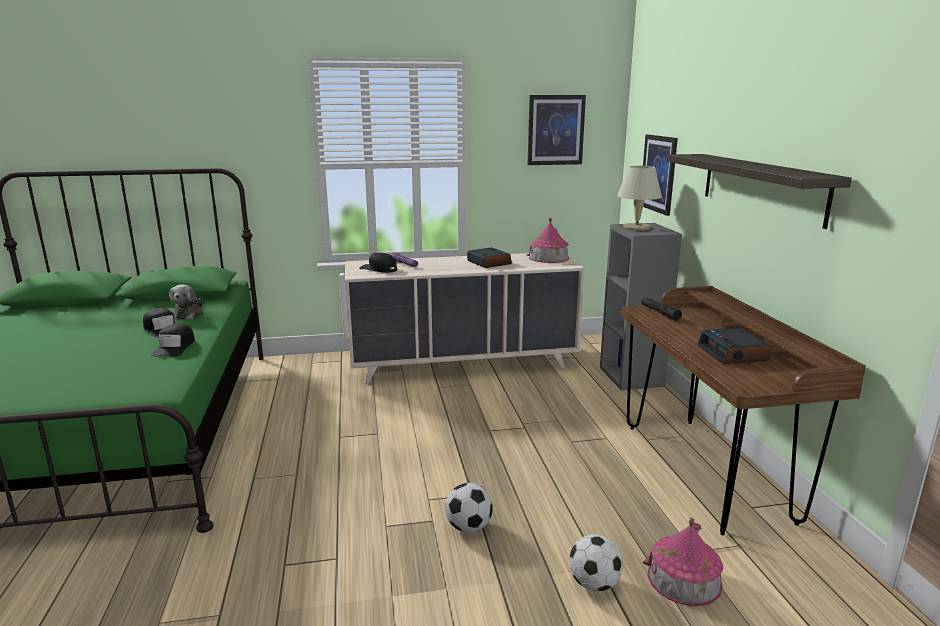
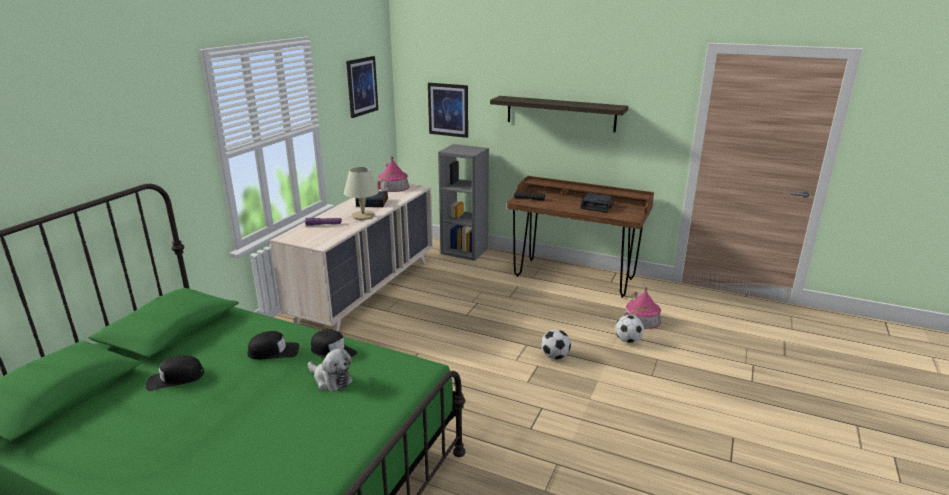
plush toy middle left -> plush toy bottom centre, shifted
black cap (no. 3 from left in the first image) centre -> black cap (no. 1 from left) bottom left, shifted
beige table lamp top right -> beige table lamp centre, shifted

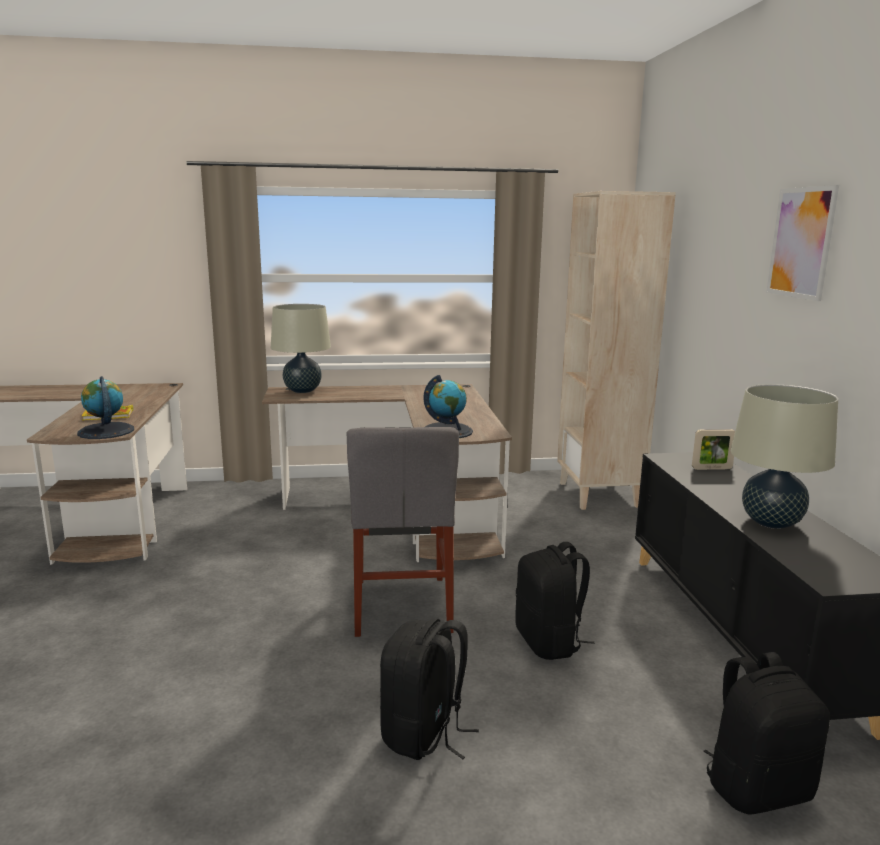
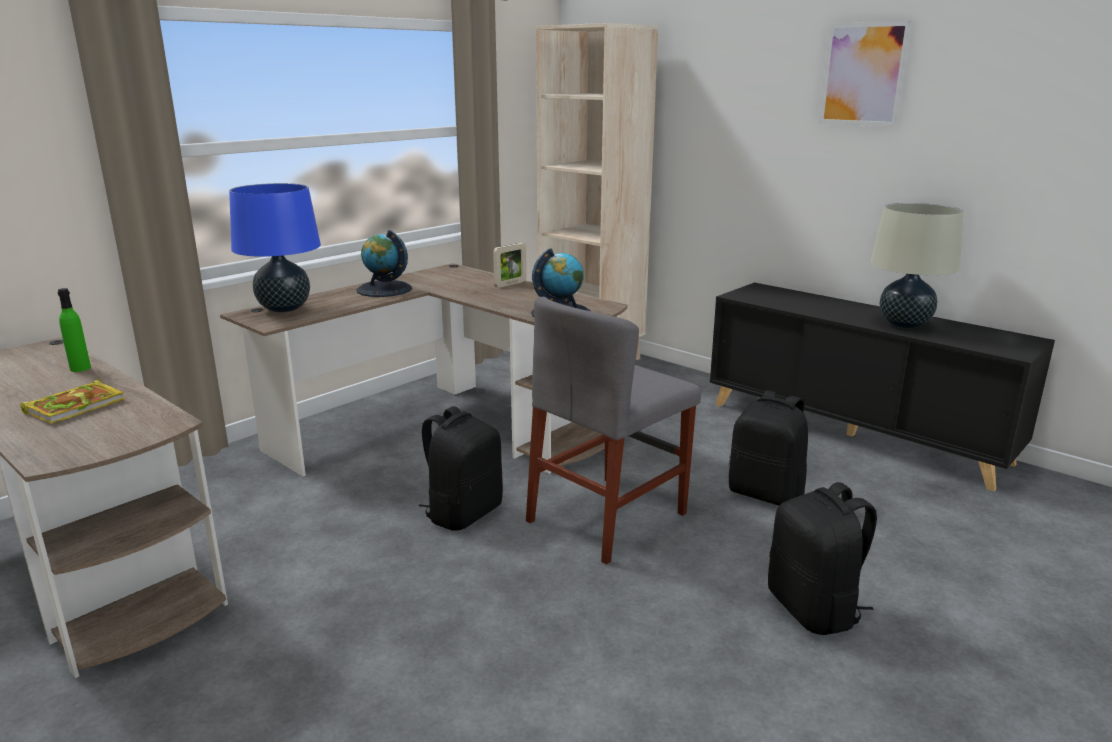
none -> green bottle middle left
globe (no. 1 from left) middle left -> globe (no. 1 from left) centre, shifted
picture frame middle right -> picture frame centre, shifted
black backpack (no. 3 from left in the first image) bottom right -> black backpack (no. 1 from left) centre, shifted
beige table lamp (no. 1 from left) centre -> blue table lamp top left
grey chair centre, 90 degrees clockwise

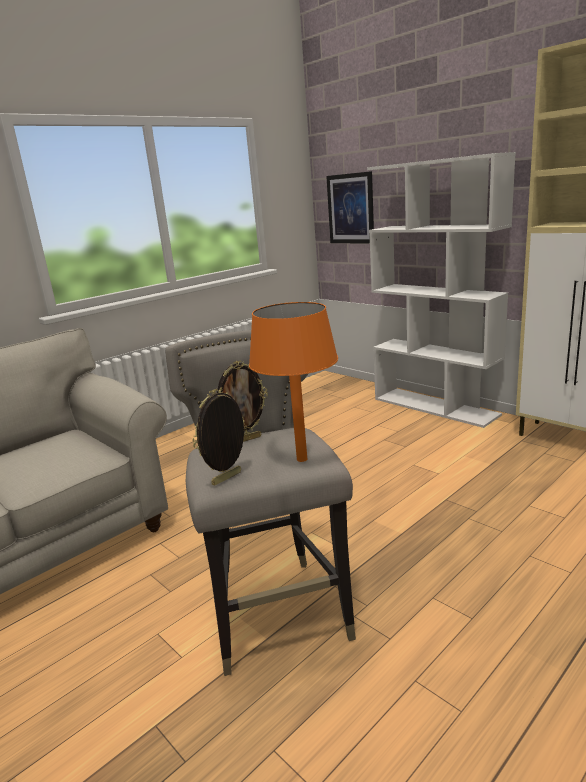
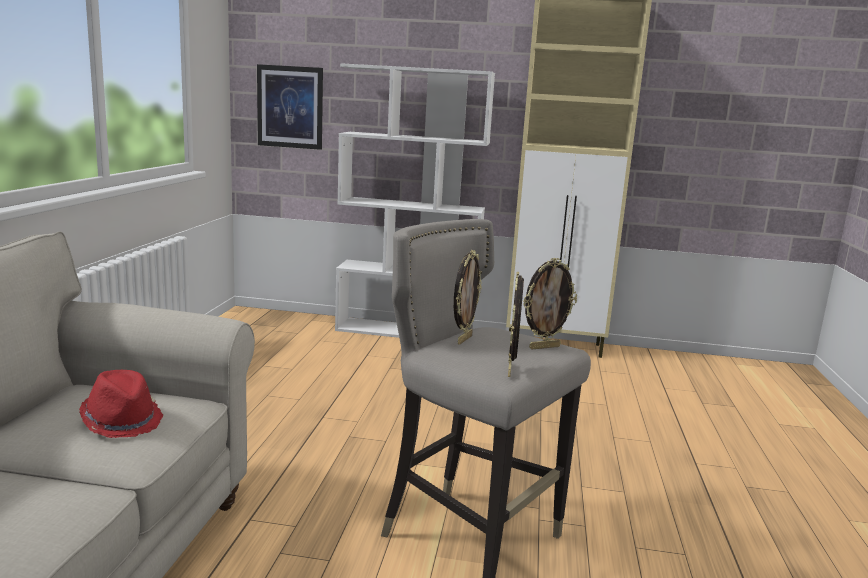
none -> red hat bottom left
orange table lamp centre -> picture frame (no. 3 from left) centre

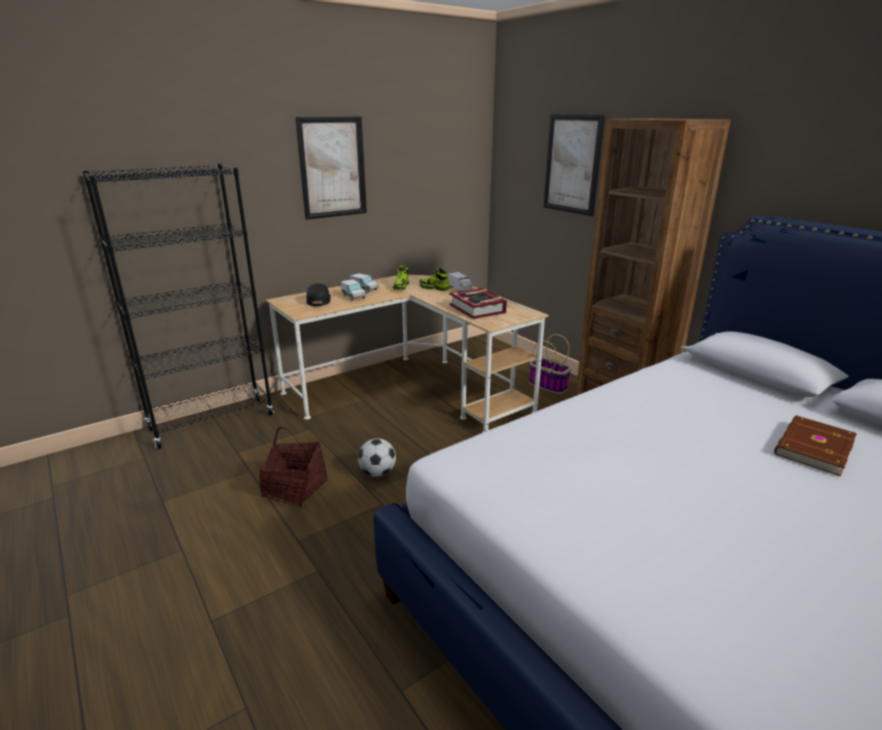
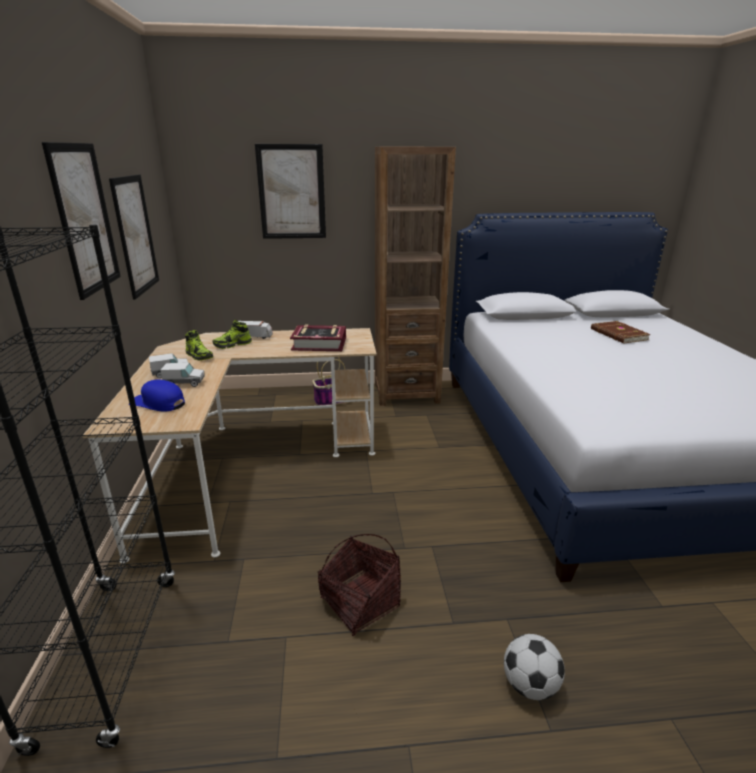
none -> picture (no. 2 from left) top left
football centre -> football bottom right, shifted
black cap centre -> blue cap middle left

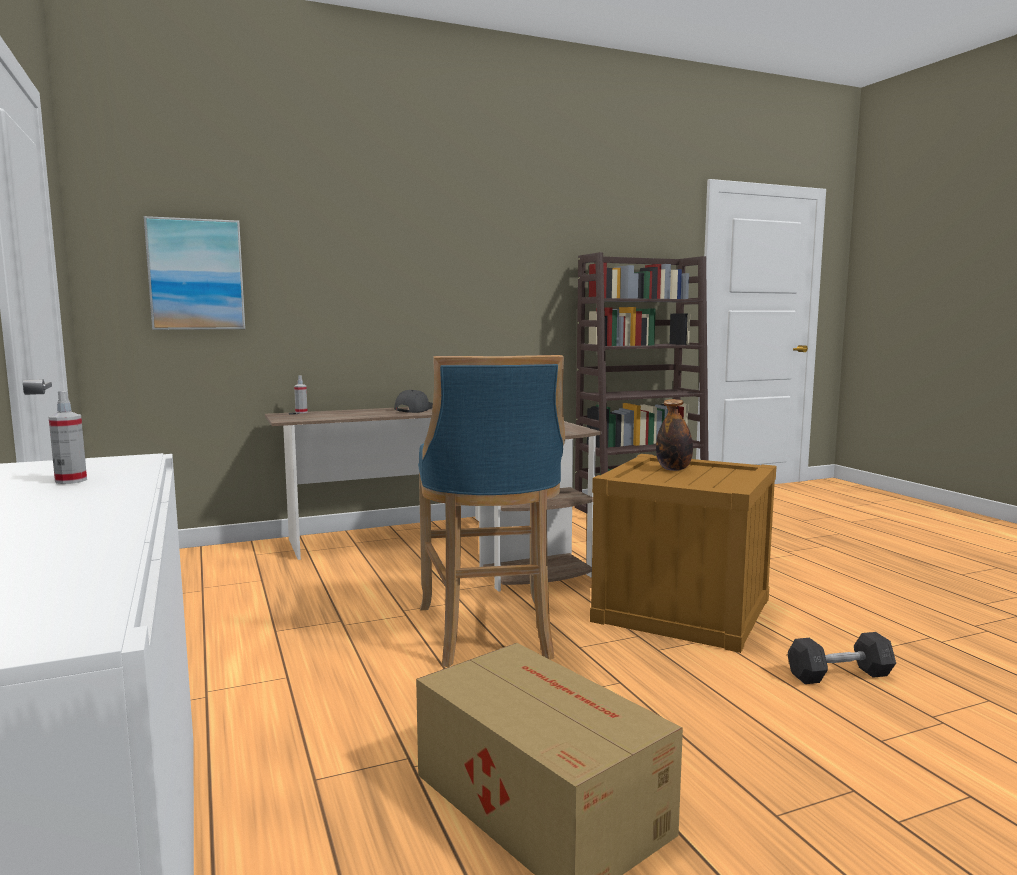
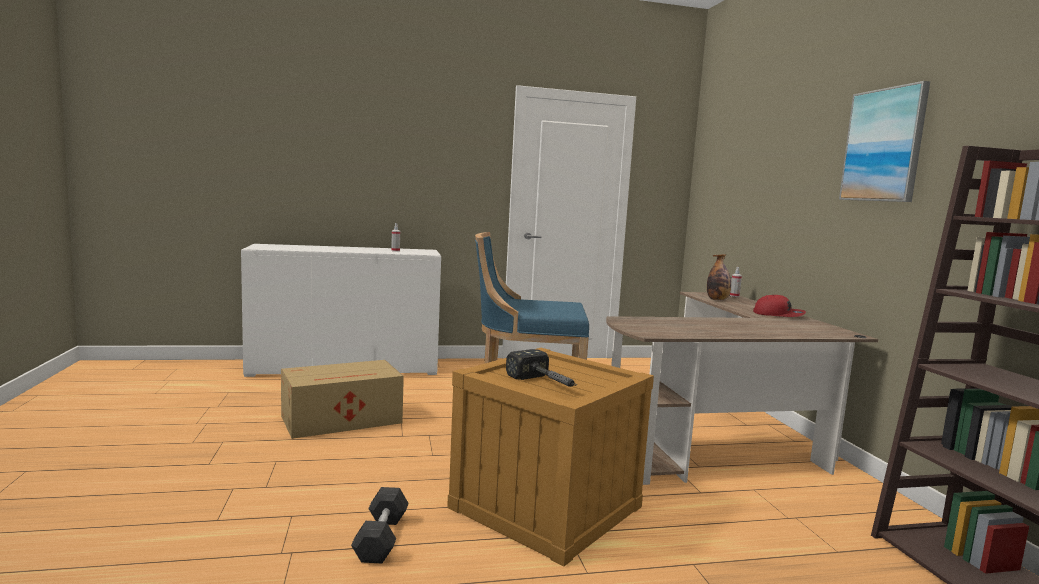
none -> hammer centre
picture top left -> picture top right, shifted
bottle centre -> bottle middle right, shifted
grey cap centre -> red cap middle right

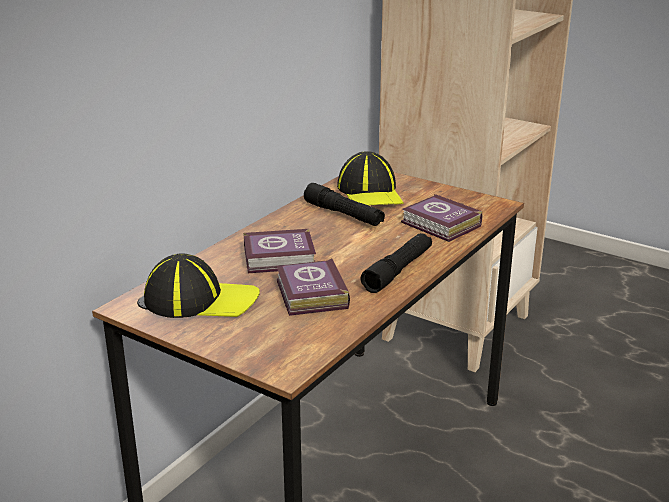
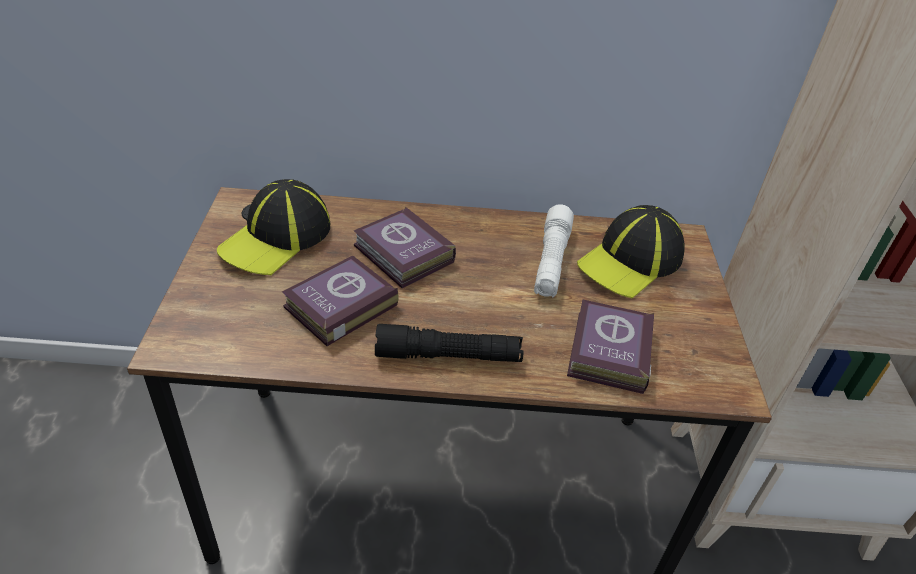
black flashlight (no. 1 from left) centre -> white flashlight centre
cap (no. 1 from left) middle left, 60 degrees clockwise

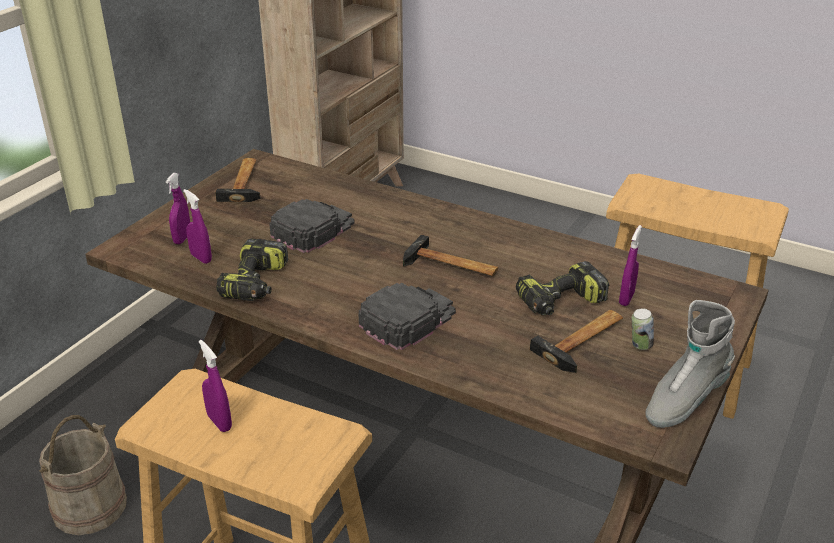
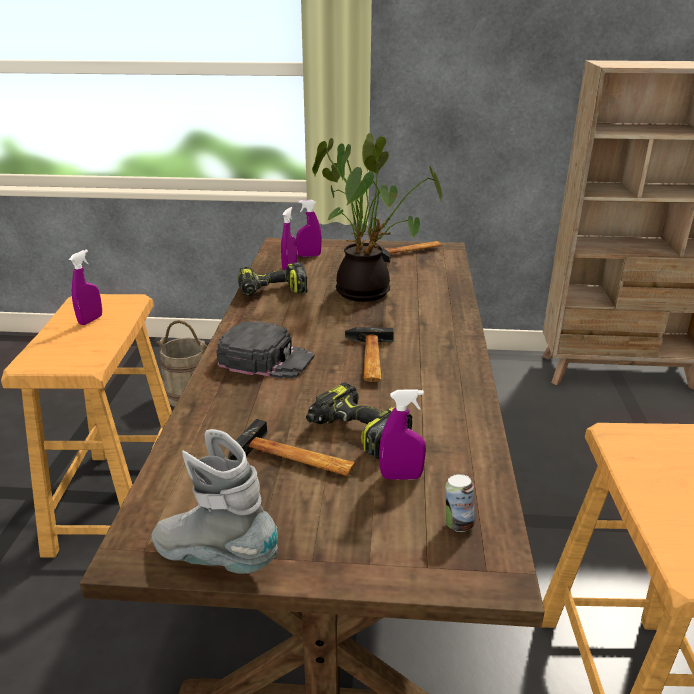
can middle right -> can bottom centre, shifted
black cap (no. 1 from left) centre -> potted plant top centre

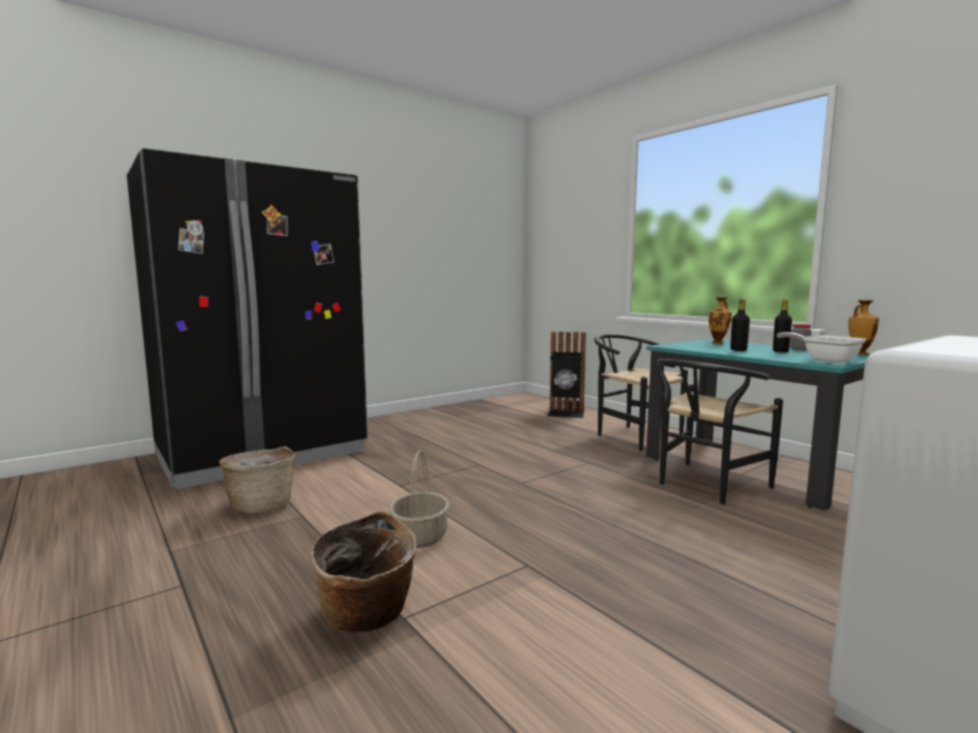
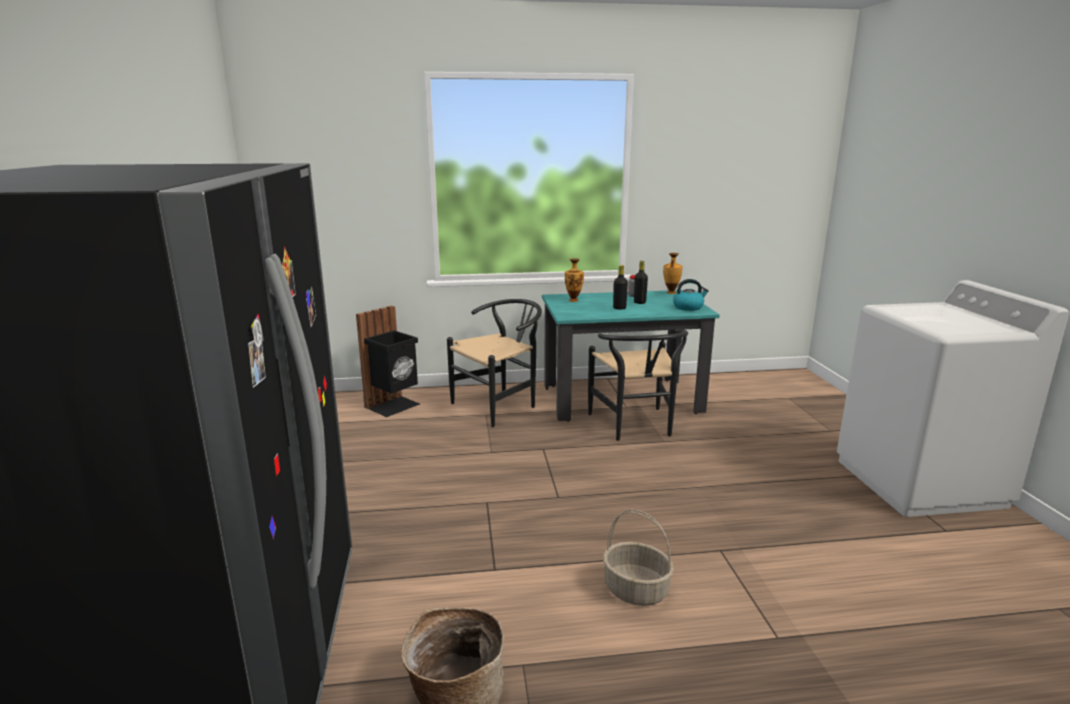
basket (no. 2 from left) bottom centre -> none
frying pan middle right -> kettle centre
black chair (no. 1 from left) centre, 150 degrees clockwise

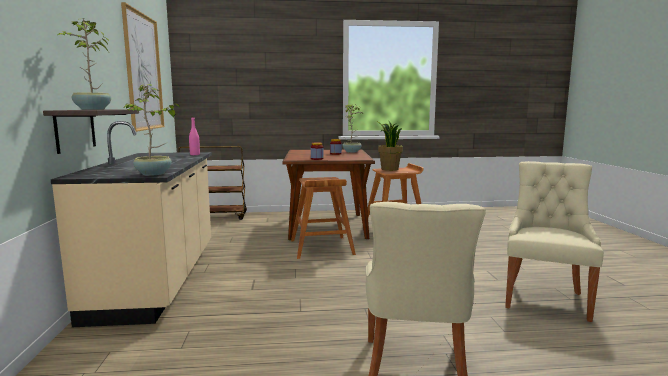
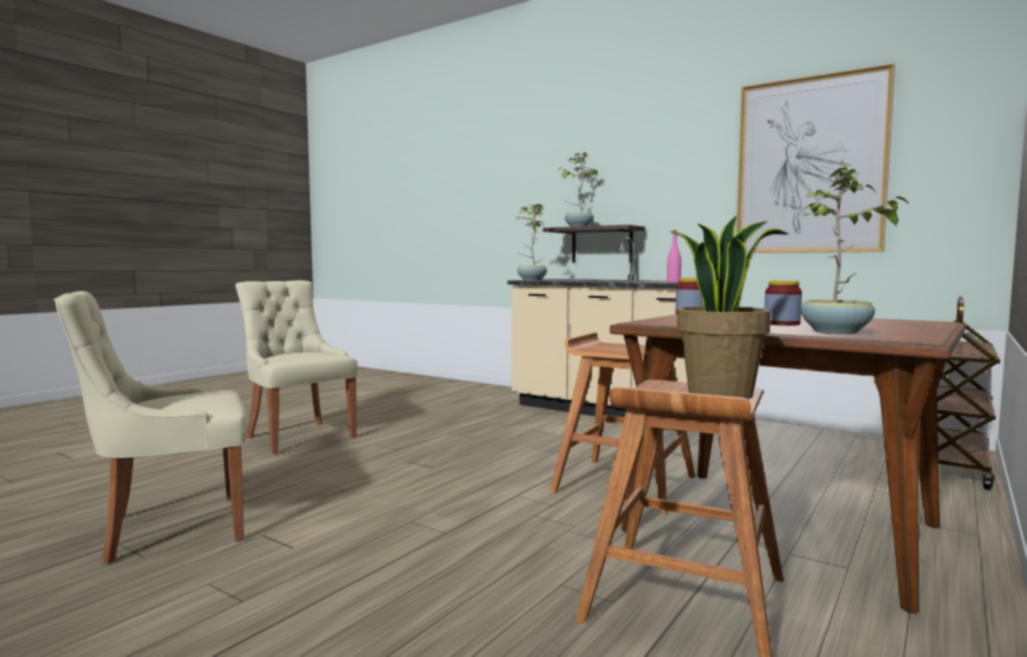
beige chair (no. 2 from left in the first image) middle right -> beige chair (no. 1 from left) middle left, 90 degrees clockwise

